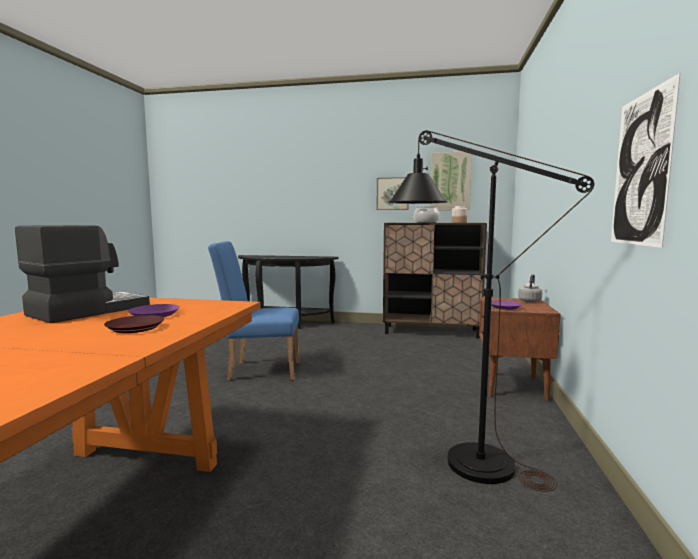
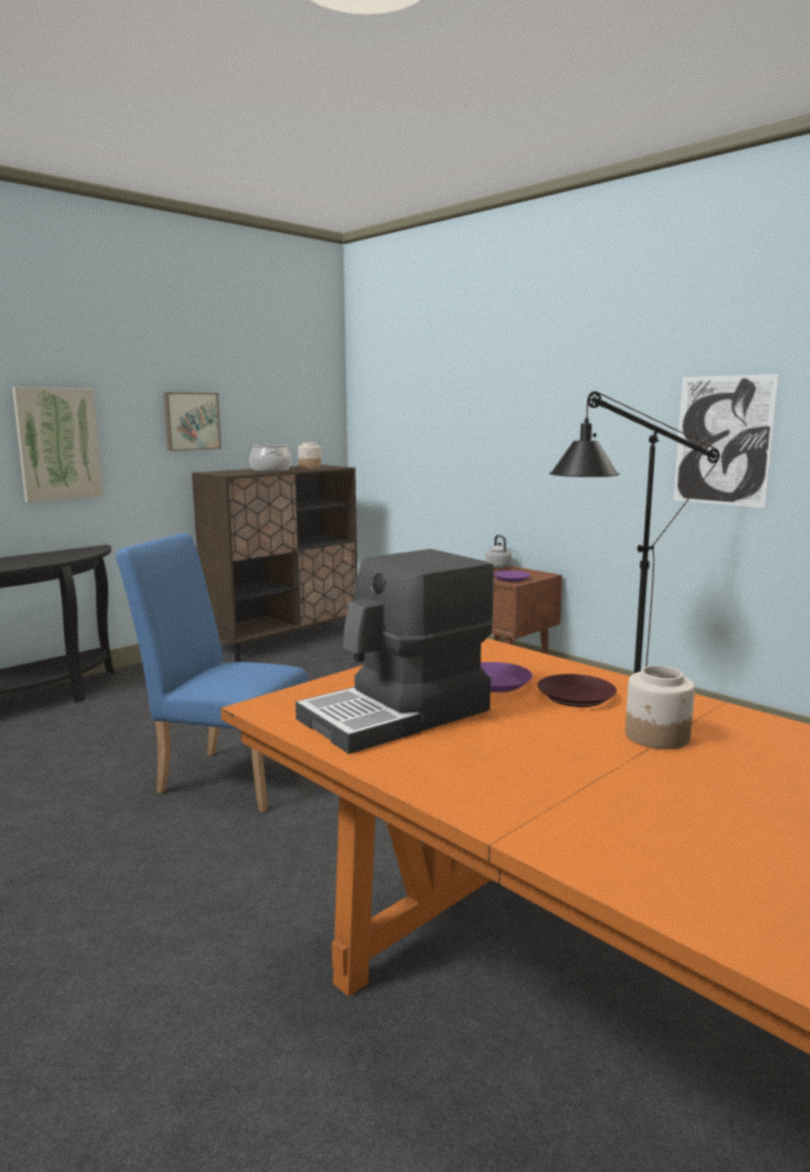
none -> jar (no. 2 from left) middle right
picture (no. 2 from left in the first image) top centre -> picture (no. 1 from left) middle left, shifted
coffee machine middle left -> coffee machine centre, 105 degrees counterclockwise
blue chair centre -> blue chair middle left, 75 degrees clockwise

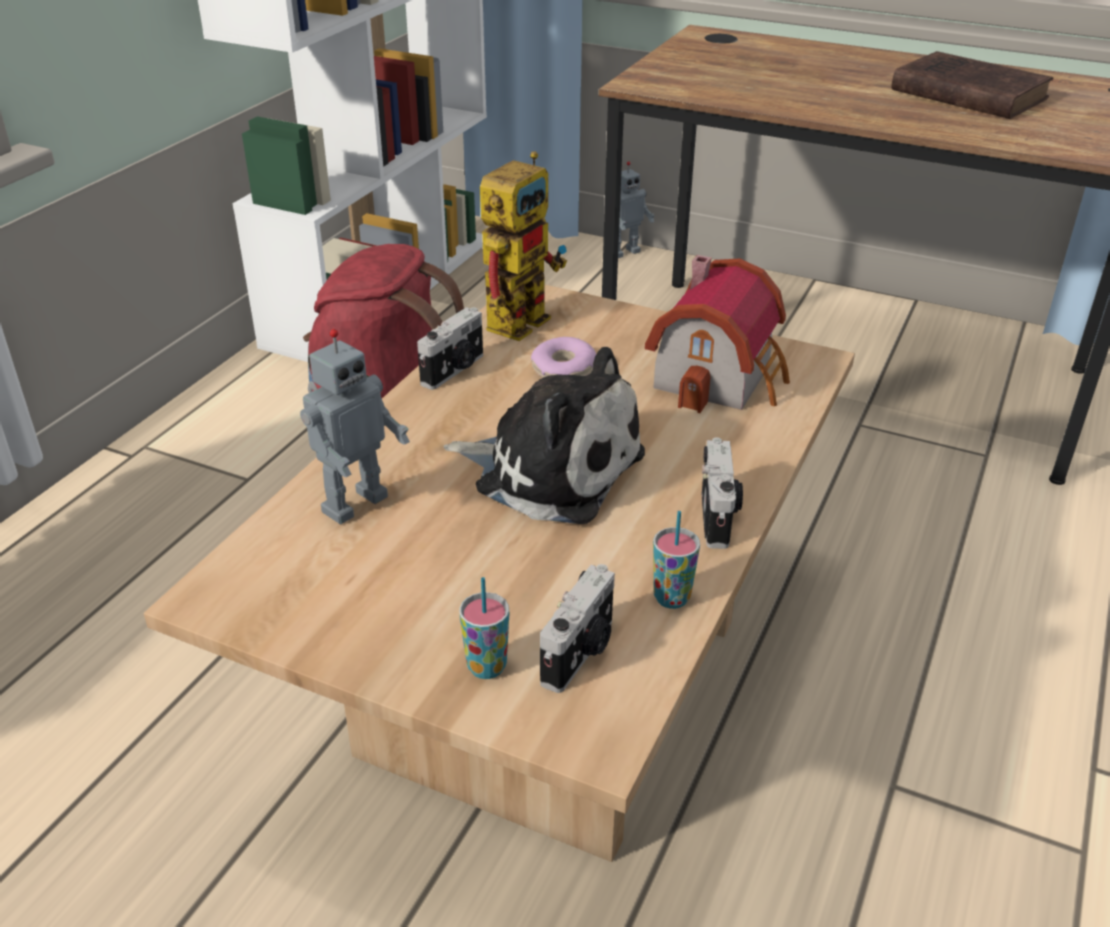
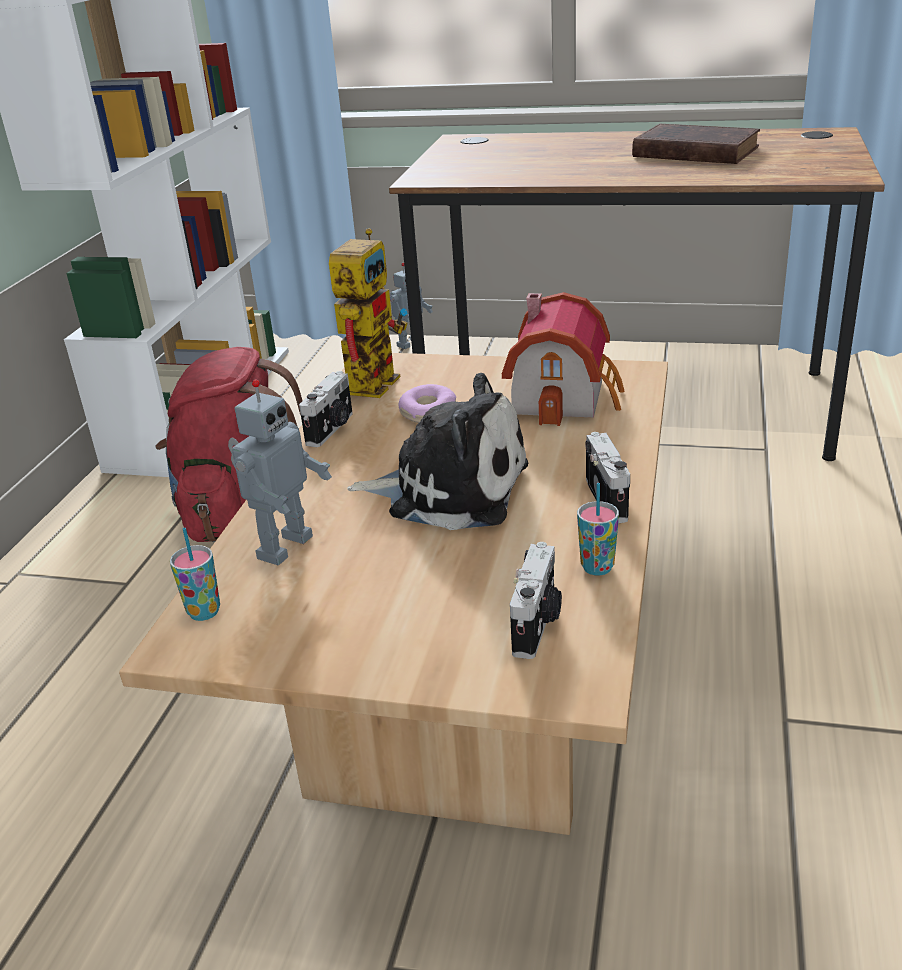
cup (no. 1 from left) bottom centre -> cup (no. 1 from left) middle left, shifted

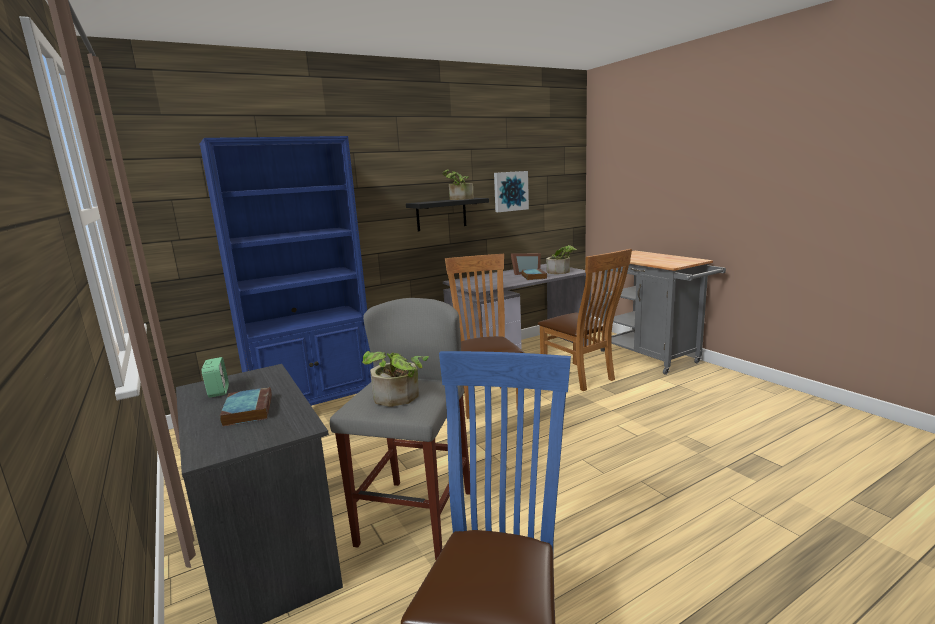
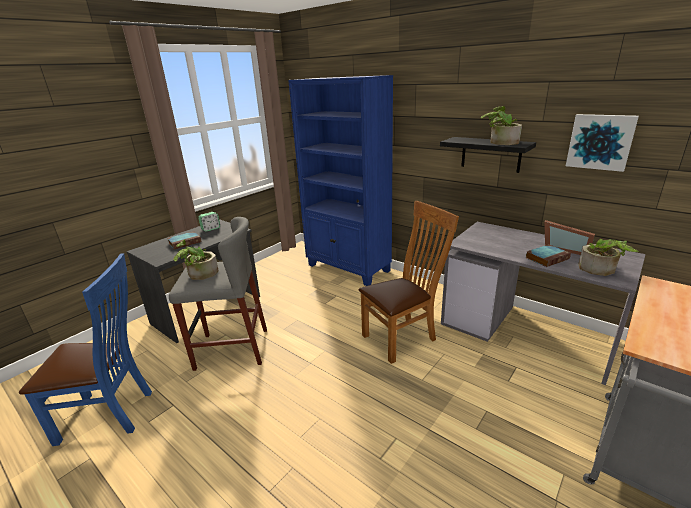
brown chair (no. 2 from left) centre -> none

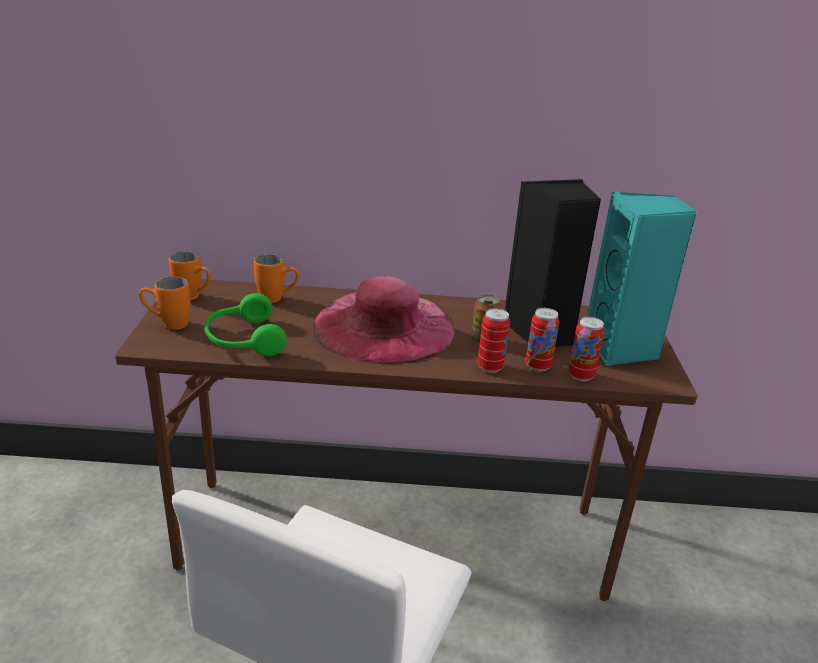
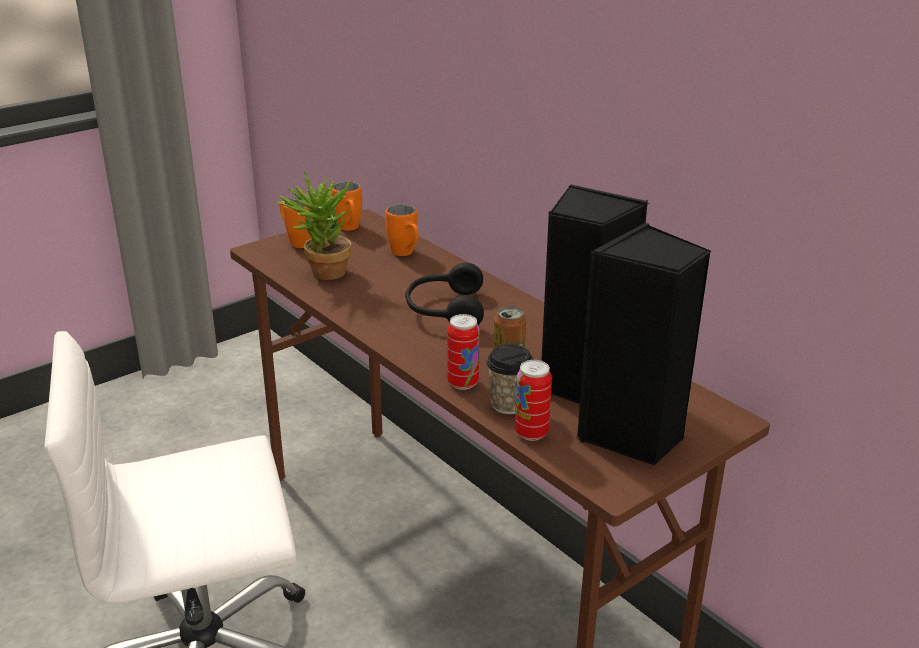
green headphones middle left -> potted plant centre
pink hat centre -> black headphones centre
can (no. 3 from left) centre -> cup centre
turquoise speaker middle right -> black speaker (no. 2 from left) middle right

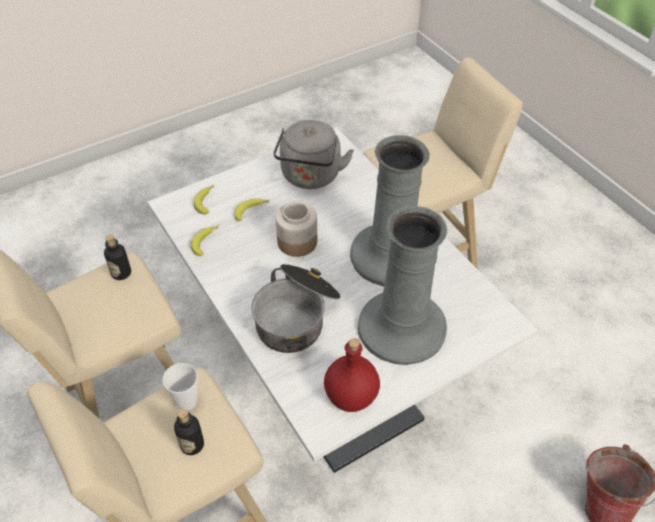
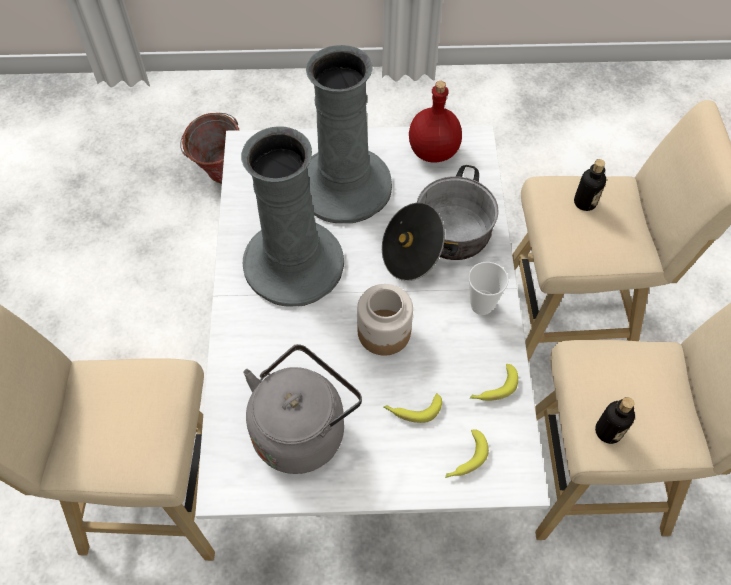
cup bottom left -> cup middle right, shifted

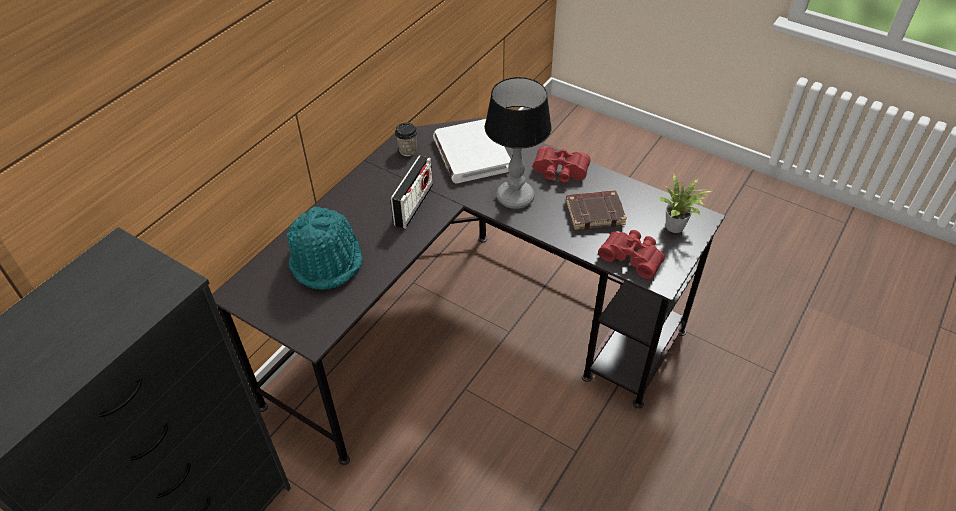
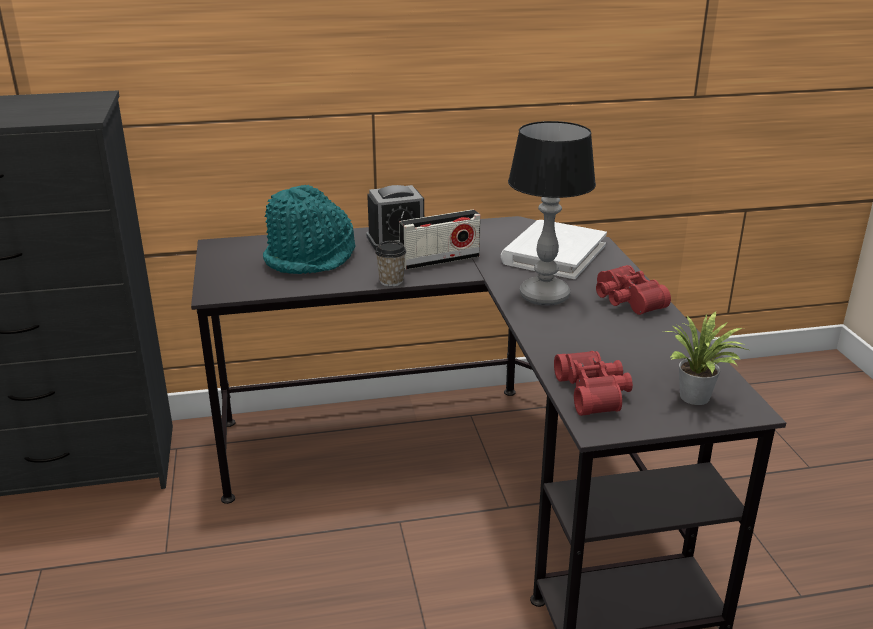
brown book centre -> none
none -> alarm clock centre
cup top centre -> cup centre, shifted

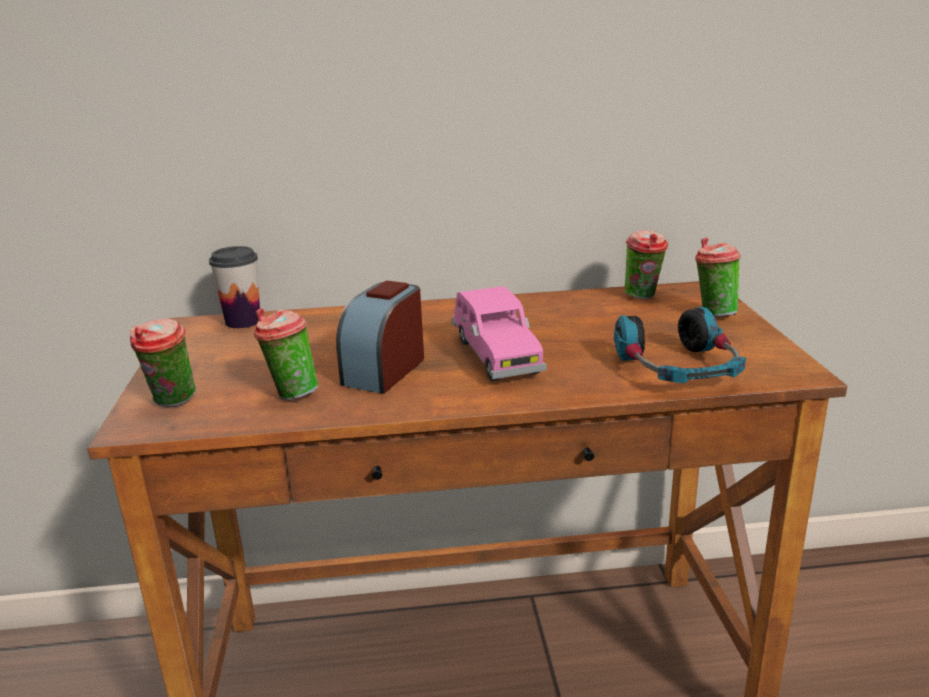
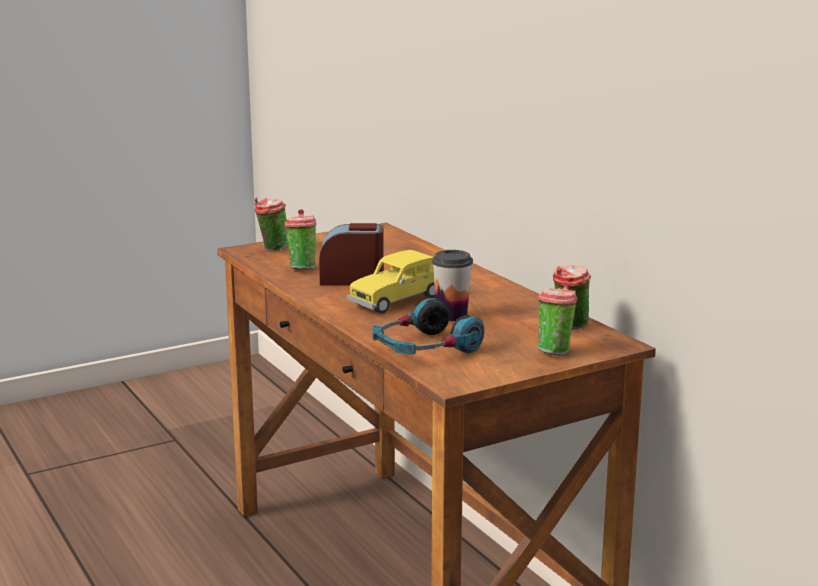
cup (no. 2 from left in the first image) middle left -> cup (no. 3 from left) centre, shifted
pink toy car centre -> yellow toy car centre

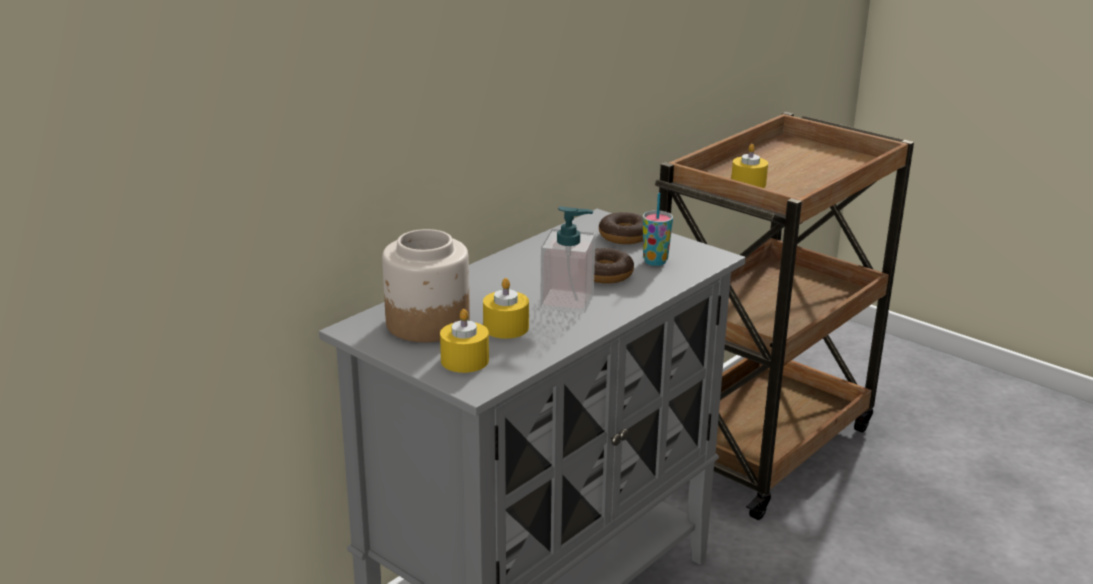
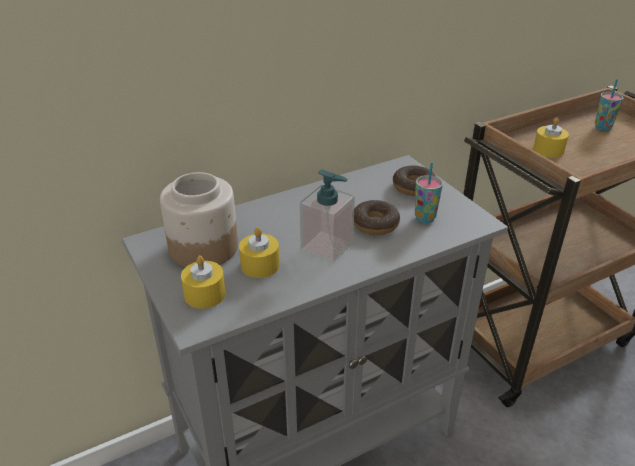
none -> cup (no. 2 from left) top right

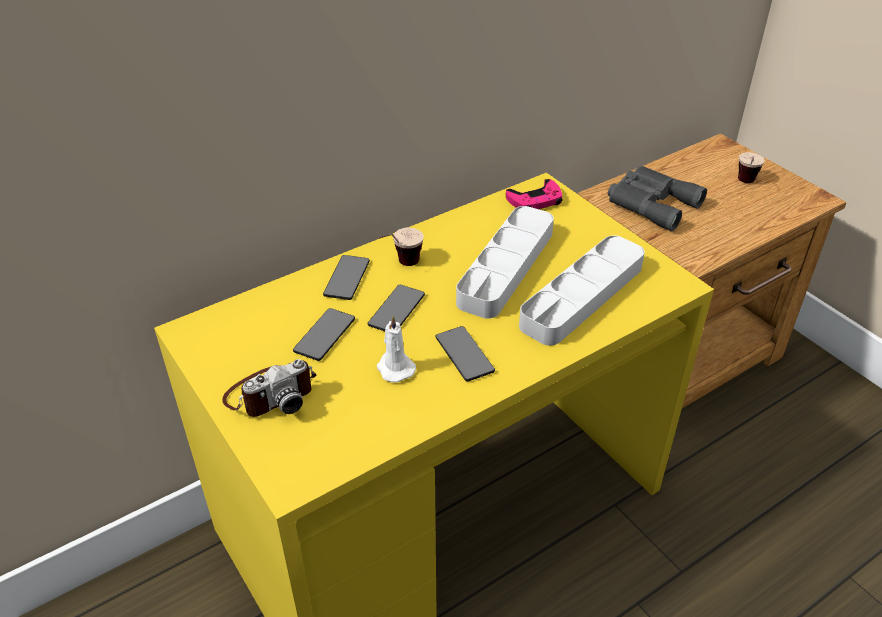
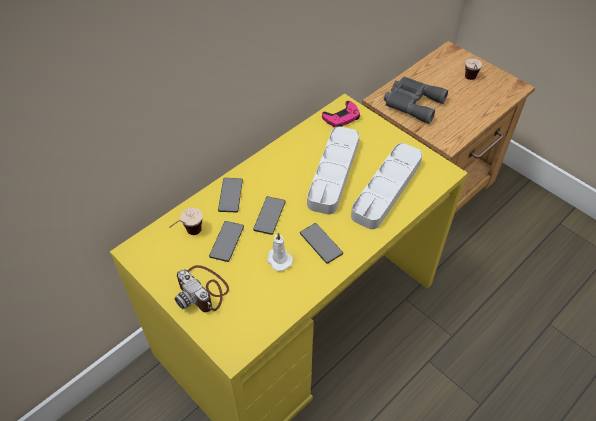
cup (no. 1 from left) centre -> cup (no. 1 from left) middle left, shifted
photo camera middle left -> photo camera bottom centre, 90 degrees clockwise

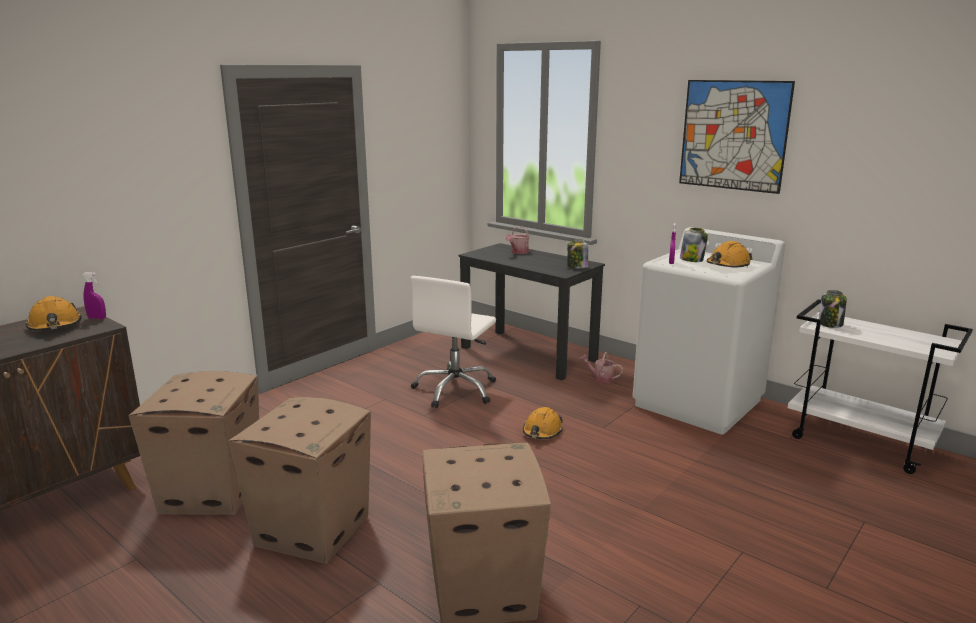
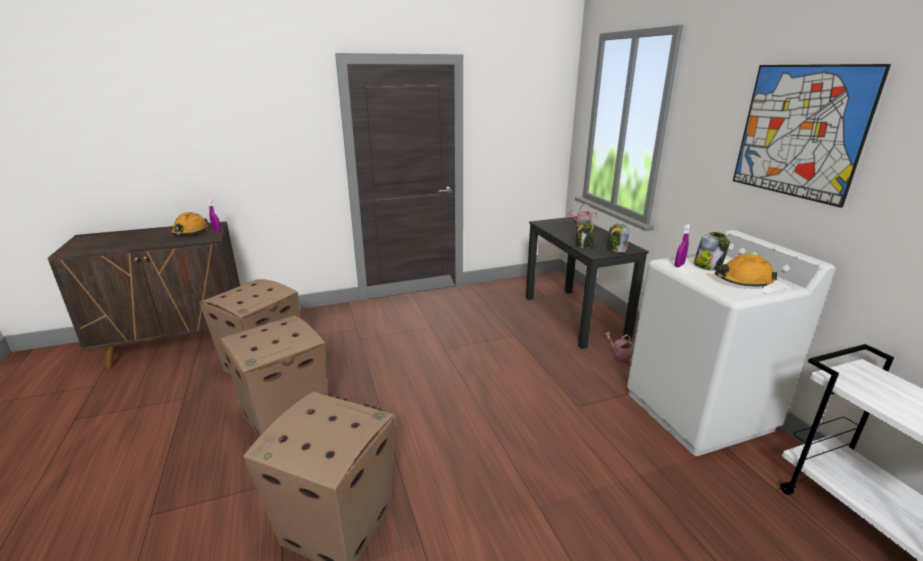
white office chair centre -> none
orange hard hat (no. 2 from left) bottom centre -> none
jar (no. 3 from left in the first image) middle right -> jar (no. 1 from left) centre, shifted

